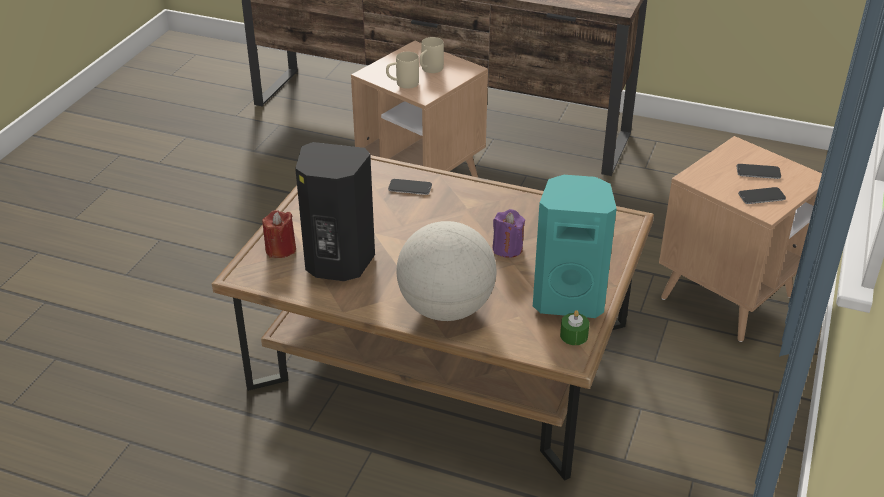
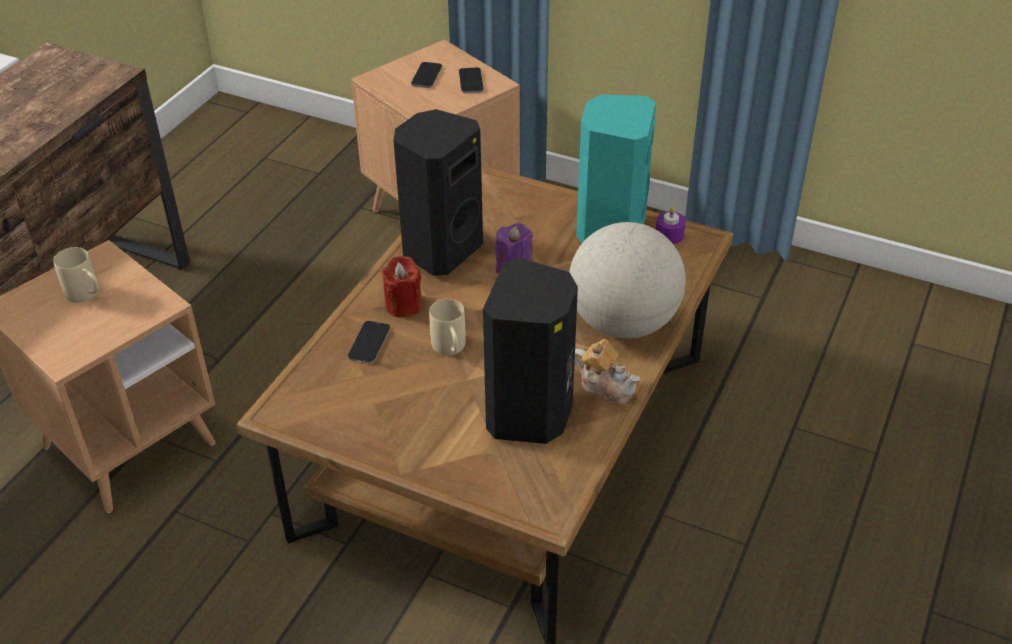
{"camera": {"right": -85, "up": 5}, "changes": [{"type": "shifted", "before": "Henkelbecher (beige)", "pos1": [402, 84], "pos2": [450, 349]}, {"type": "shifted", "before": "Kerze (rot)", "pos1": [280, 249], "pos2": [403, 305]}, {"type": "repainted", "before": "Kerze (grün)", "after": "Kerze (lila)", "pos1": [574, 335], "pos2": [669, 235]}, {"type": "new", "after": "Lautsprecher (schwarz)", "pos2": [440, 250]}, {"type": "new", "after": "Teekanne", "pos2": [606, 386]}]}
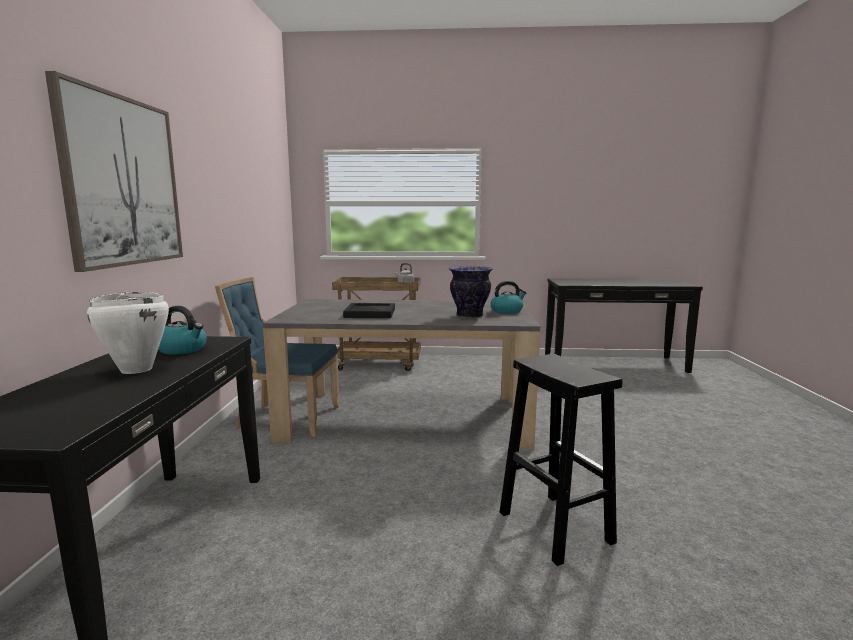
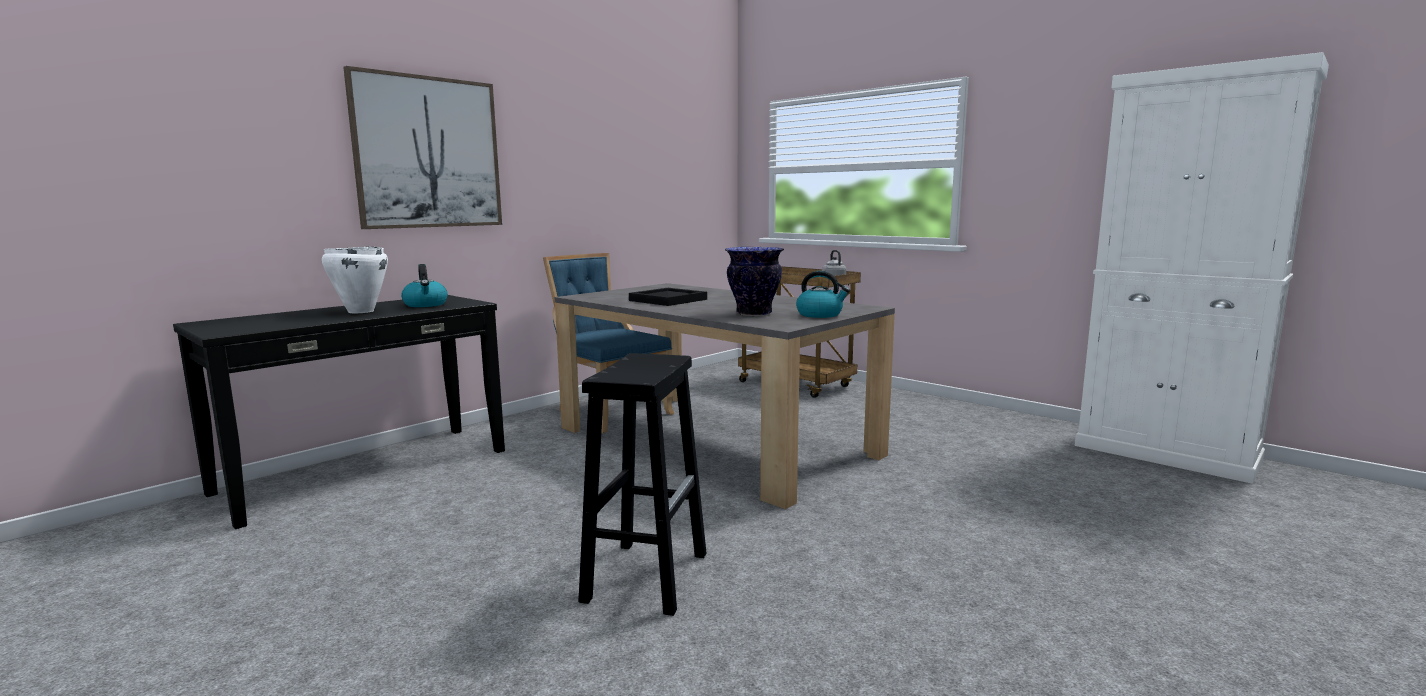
{"camera": {"right": 40, "up": 0}, "changes": [{"type": "swapped", "before": "Konsolentisch (schwarz)", "after": "Schrank (weiß)", "pos1": [613, 363], "pos2": [1166, 453]}]}
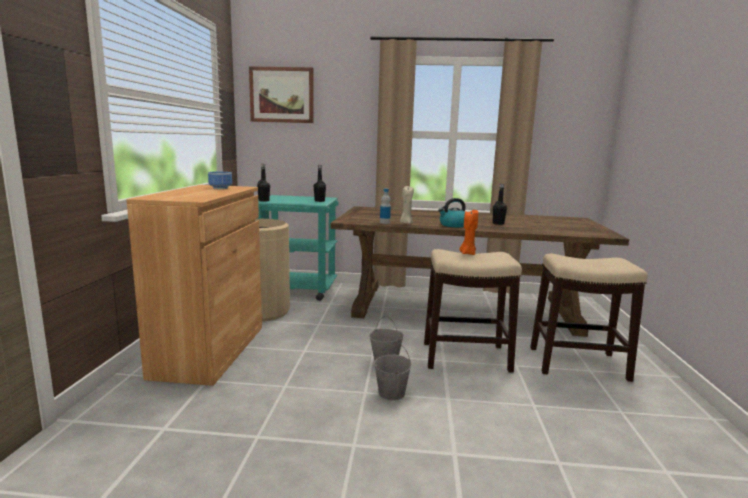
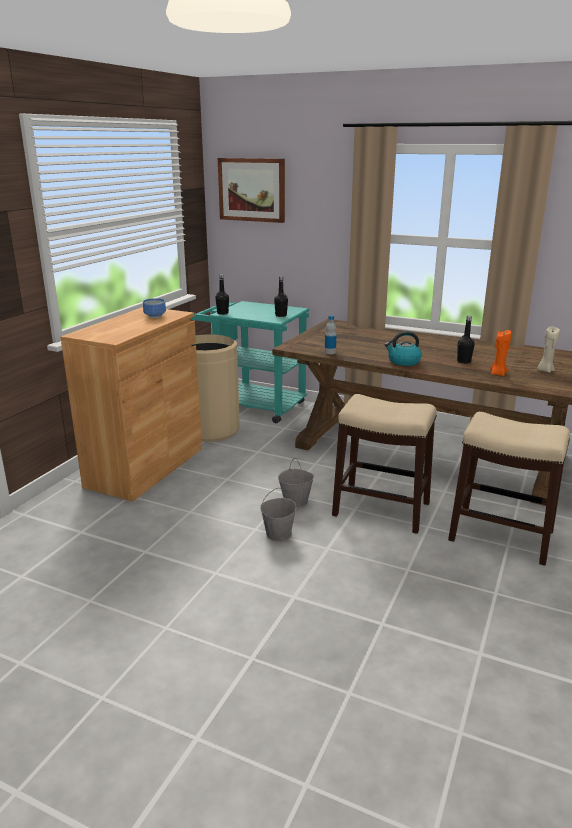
{"camera": {"right": 20, "up": 10}, "changes": [{"type": "shifted", "before": "Kerze (beige)", "pos1": [406, 223], "pos2": [545, 370]}, {"type": "shifted", "before": "Kerze (orange)", "pos1": [467, 253], "pos2": [498, 373]}]}
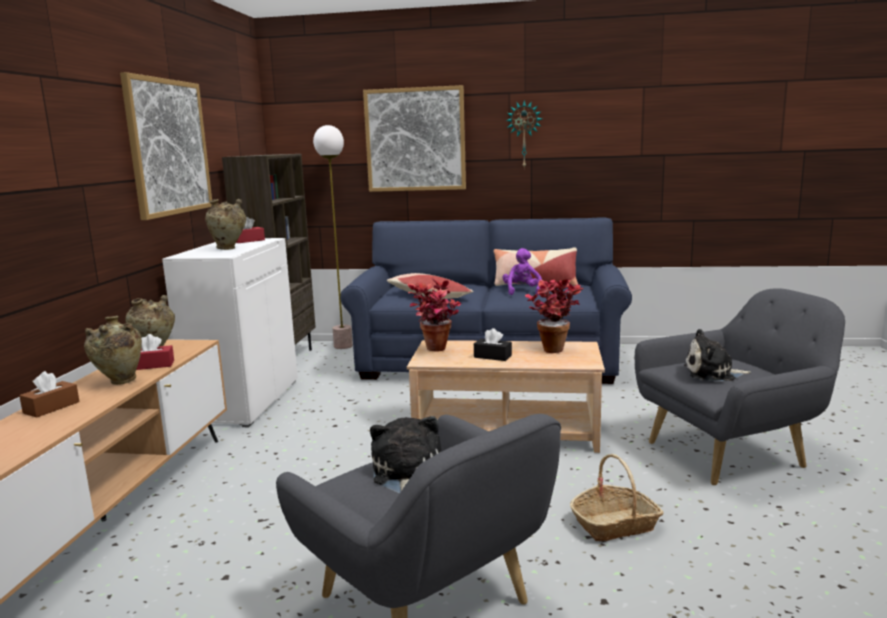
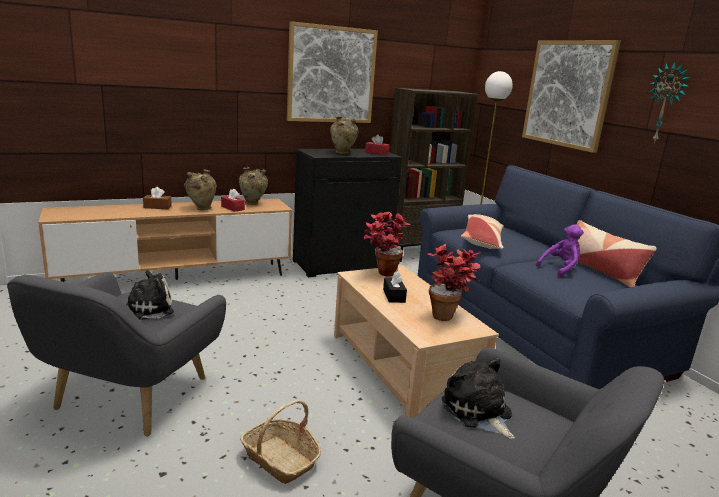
{"camera": {"right": 55, "up": 5}, "changes": [{"type": "repainted", "before": "Schrank (weiß)", "after": "Schrank (schwarz)", "pos1": [244, 401], "pos2": [342, 264]}]}
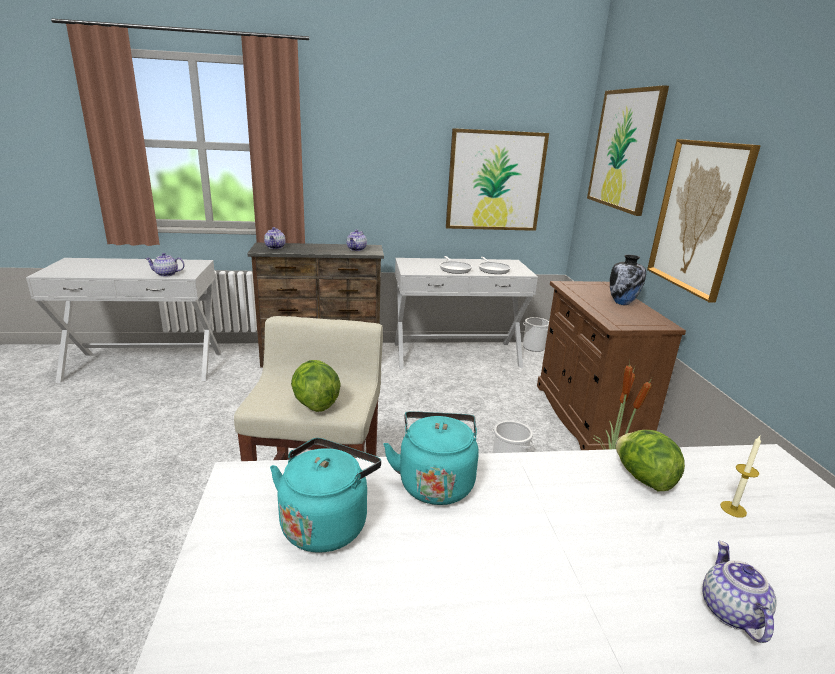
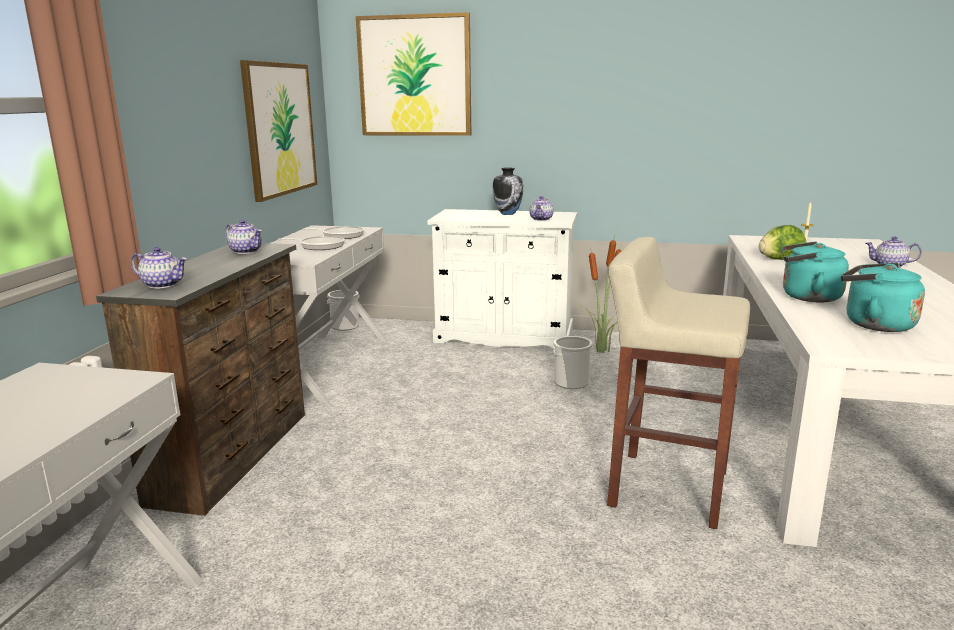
{"camera": {"right": -70, "up": -5}, "changes": [{"type": "gone", "before": "Bild", "pos1": [698, 217]}, {"type": "shifted", "before": "Teekanne", "pos1": [166, 274], "pos2": [541, 219]}, {"type": "repainted", "before": "Schrank (braun)", "after": "Schrank (weiß)", "pos1": [587, 417], "pos2": [504, 336]}, {"type": "gone", "before": "Salatkopf", "pos1": [314, 404]}]}
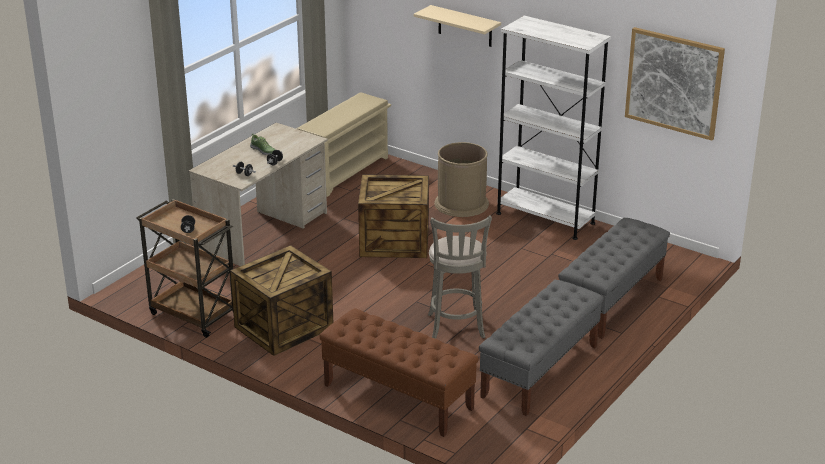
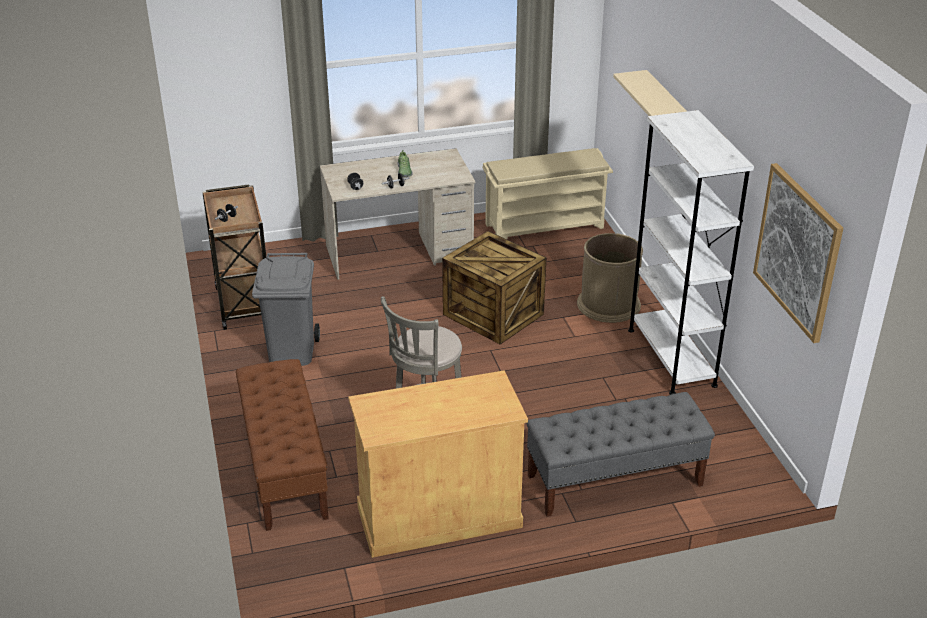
{"camera": {"right": 40, "up": 5}, "changes": [{"type": "swapped", "before": "Kiste", "after": "Mülleimer (grau)", "pos1": [284, 328], "pos2": [290, 352]}, {"type": "swapped", "before": "Bank (grau)", "after": "Schrank (beige)", "pos1": [540, 371], "pos2": [439, 516]}]}
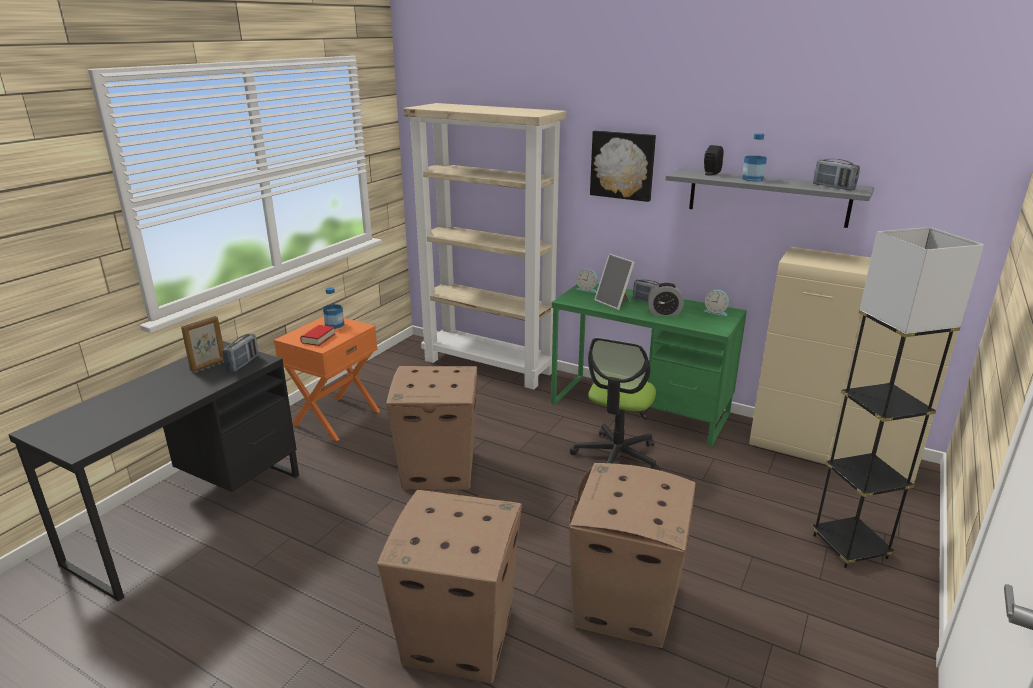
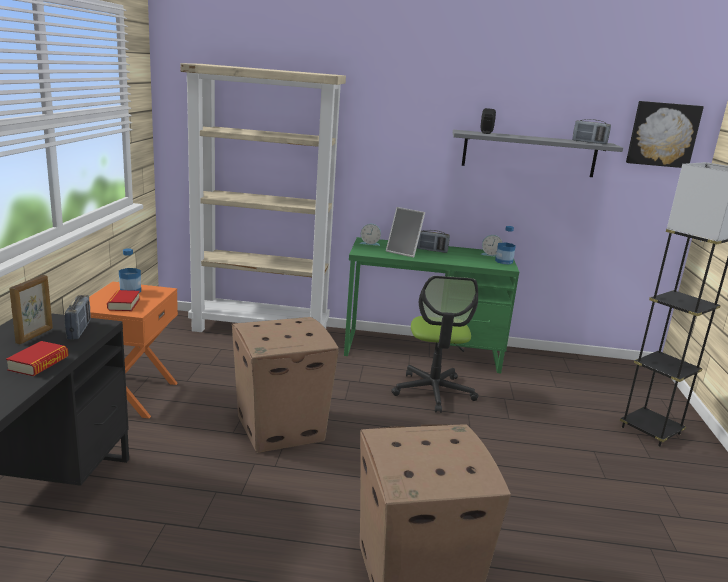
{"camera": {"right": -25, "up": -5}, "changes": [{"type": "shifted", "before": "Bild", "pos1": [623, 165], "pos2": [662, 134]}, {"type": "shifted", "before": "Flasche", "pos1": [752, 179], "pos2": [503, 261]}, {"type": "gone", "before": "Schrank (beige)", "pos1": [831, 454]}, {"type": "gone", "before": "Wecker", "pos1": [664, 313]}, {"type": "gone", "before": "Karton", "pos1": [625, 606]}, {"type": "new", "after": "Buch", "pos2": [38, 363]}]}
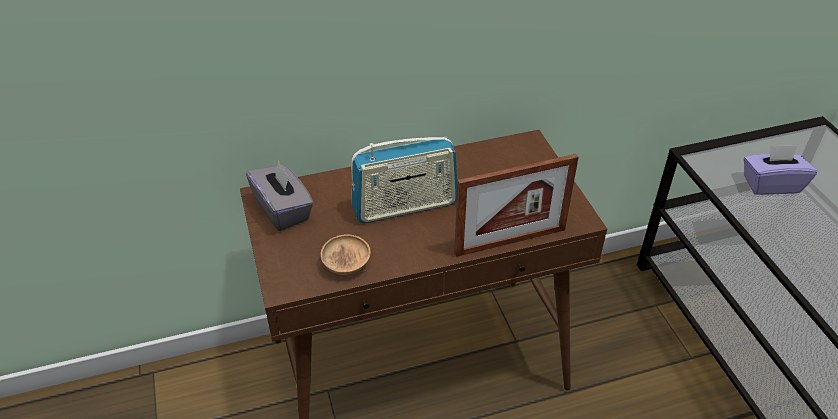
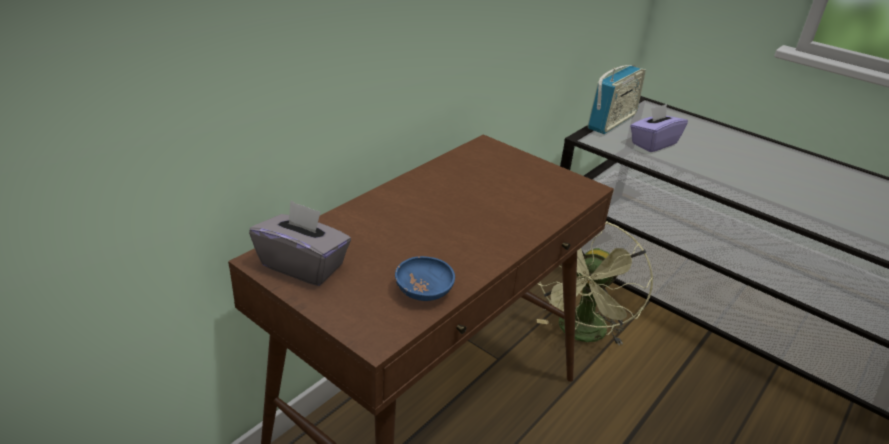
{"camera": {"right": -35, "up": -10}, "changes": [{"type": "shifted", "before": "Radio", "pos1": [405, 206], "pos2": [612, 122]}, {"type": "gone", "before": "Bilderrahmen", "pos1": [510, 241]}, {"type": "repainted", "before": "Schüssel (braun)", "after": "Schüssel (blau)", "pos1": [346, 264], "pos2": [424, 291]}, {"type": "new", "after": "Ventilator (grün)", "pos2": [581, 334]}]}
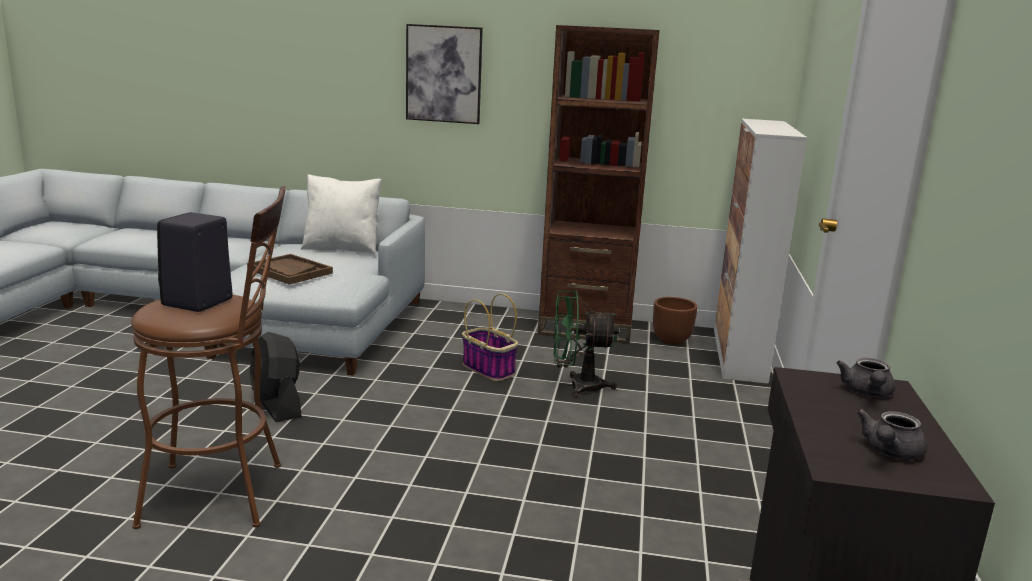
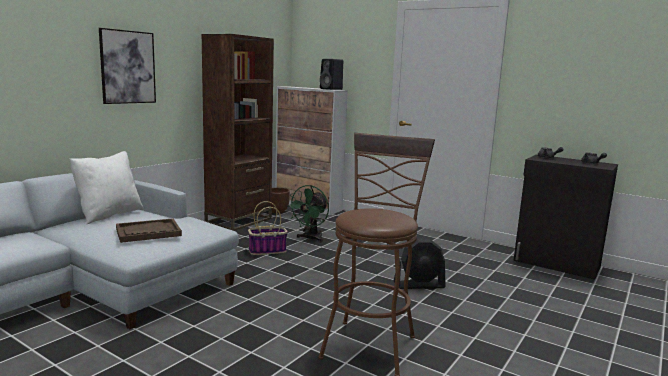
{"camera": {"right": -65, "up": -5}, "changes": [{"type": "shifted", "before": "Lautsprecher (schwarz)", "pos1": [196, 303], "pos2": [331, 89]}, {"type": "shifted", "before": "Ventilator (schwarz)", "pos1": [277, 405], "pos2": [419, 285]}]}
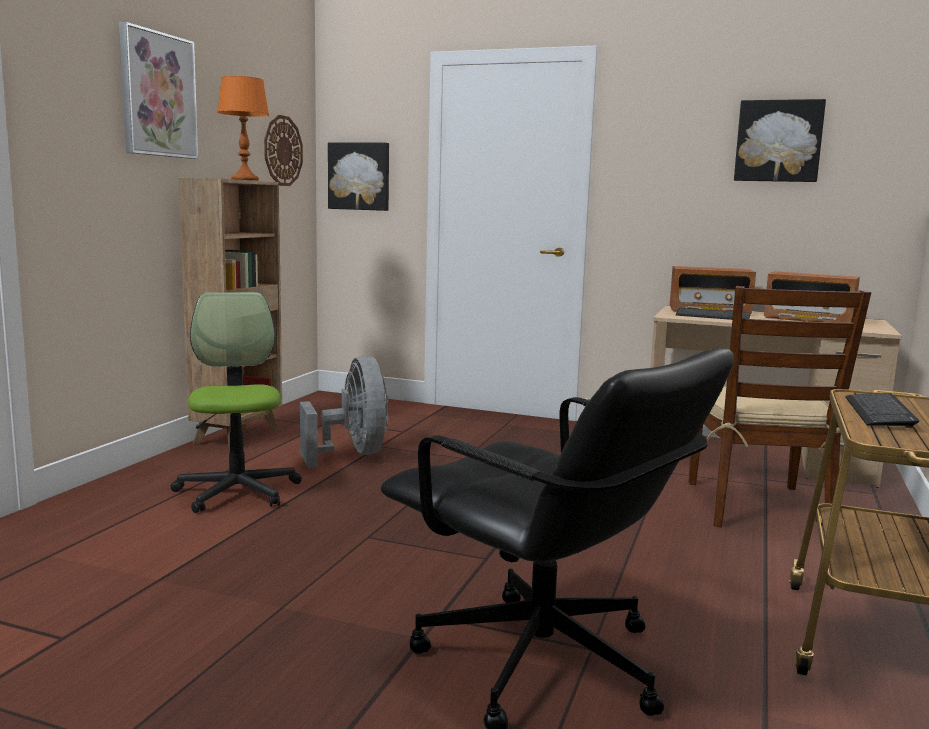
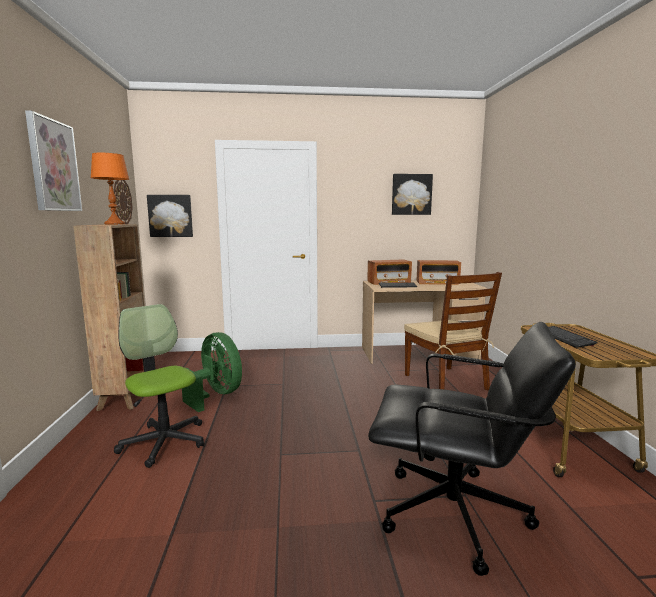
{"camera": {"right": -25, "up": 0}, "changes": [{"type": "repainted", "before": "Ventilator (grau)", "after": "Ventilator (grün)", "pos1": [353, 454], "pos2": [216, 395]}]}
